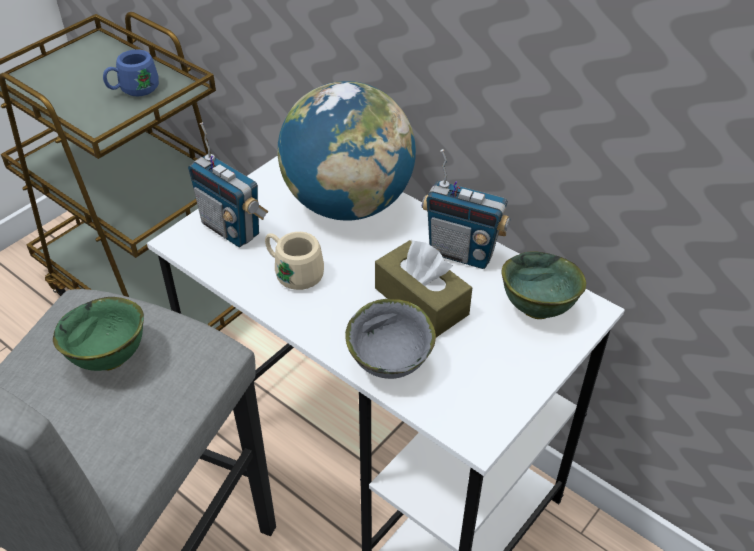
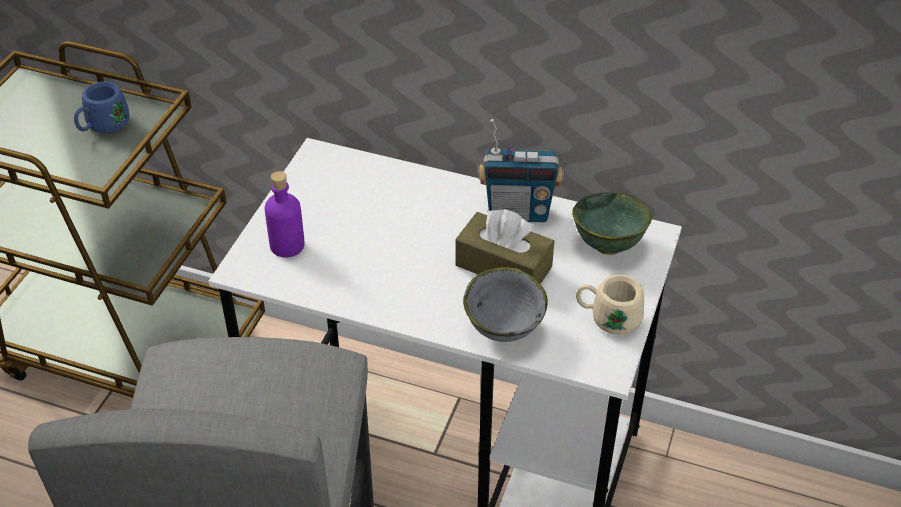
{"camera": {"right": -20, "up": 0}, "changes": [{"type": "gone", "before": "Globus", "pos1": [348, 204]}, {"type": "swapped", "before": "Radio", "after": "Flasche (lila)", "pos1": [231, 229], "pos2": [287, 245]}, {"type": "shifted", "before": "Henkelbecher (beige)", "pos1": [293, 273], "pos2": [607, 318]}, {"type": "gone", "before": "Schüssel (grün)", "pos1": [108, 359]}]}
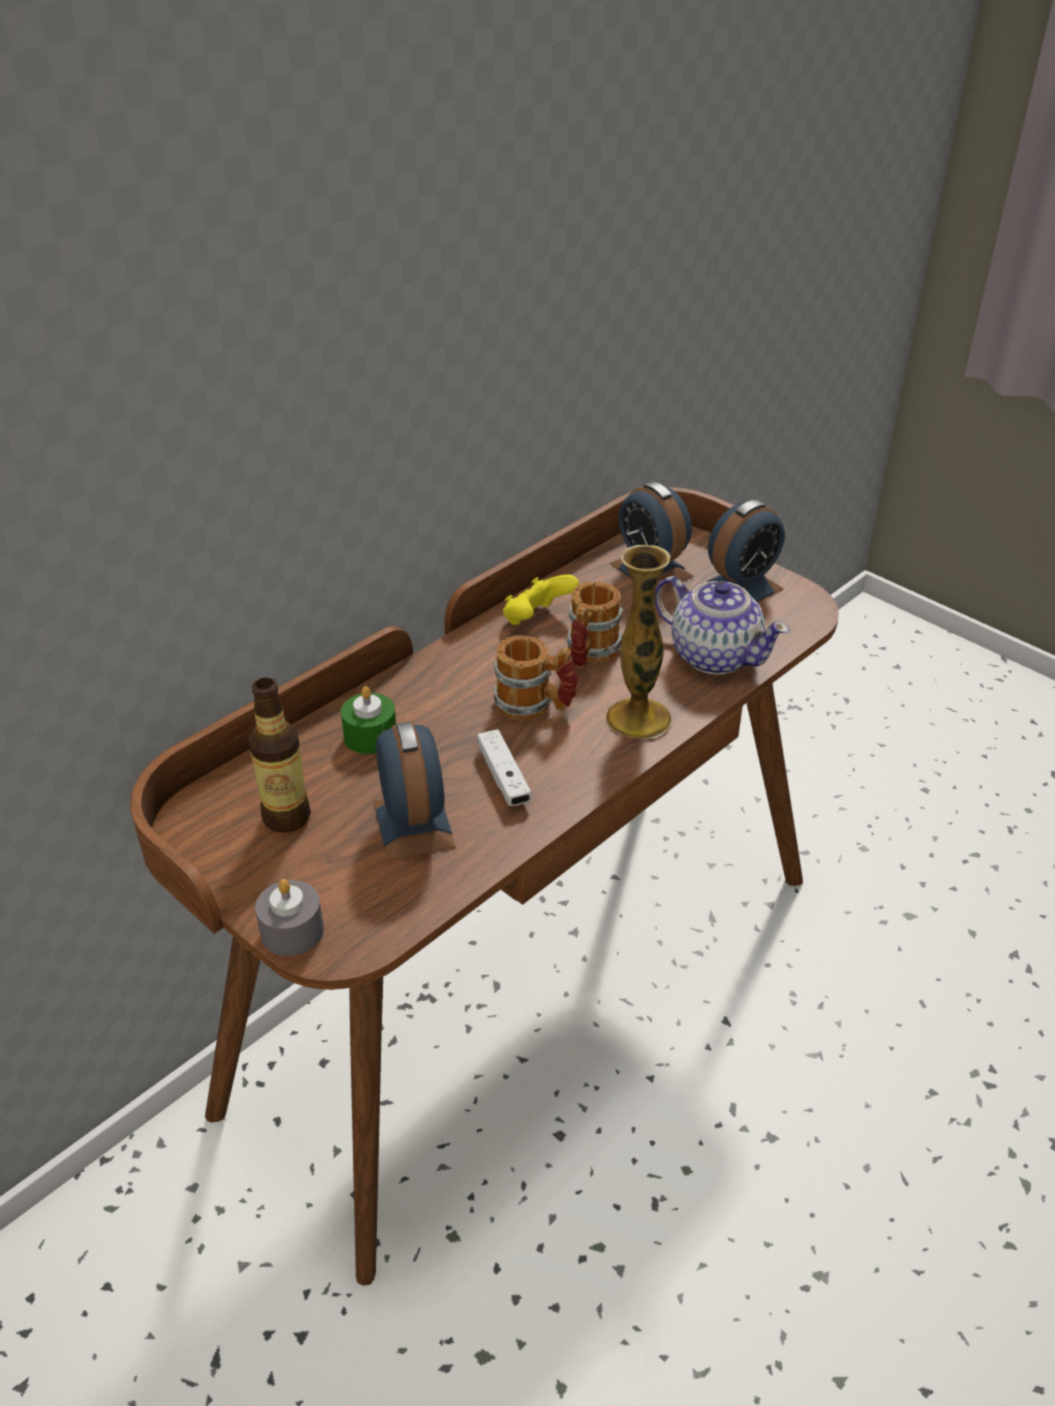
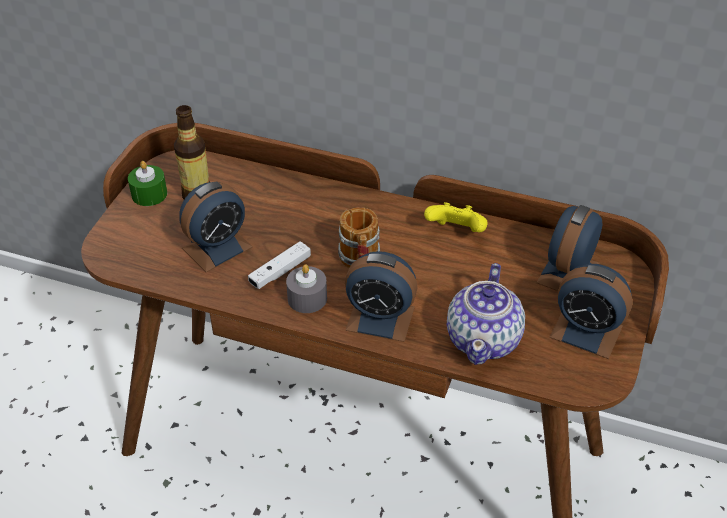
{"camera": {"right": 65, "up": 5}, "changes": [{"type": "swapped", "before": "Vase", "after": "Wecker", "pos1": [638, 718], "pos2": [380, 318]}, {"type": "gone", "before": "Henkelbecher", "pos1": [589, 654]}, {"type": "shifted", "before": "Kerze (grün)", "pos1": [370, 736], "pos2": [149, 194]}, {"type": "shifted", "before": "Kerze (grau)", "pos1": [292, 931], "pos2": [307, 298]}]}
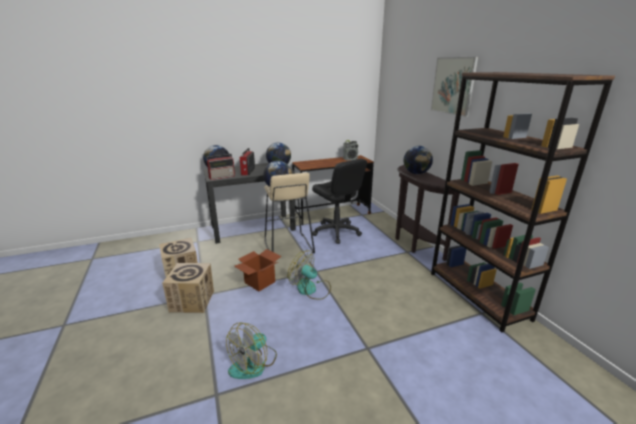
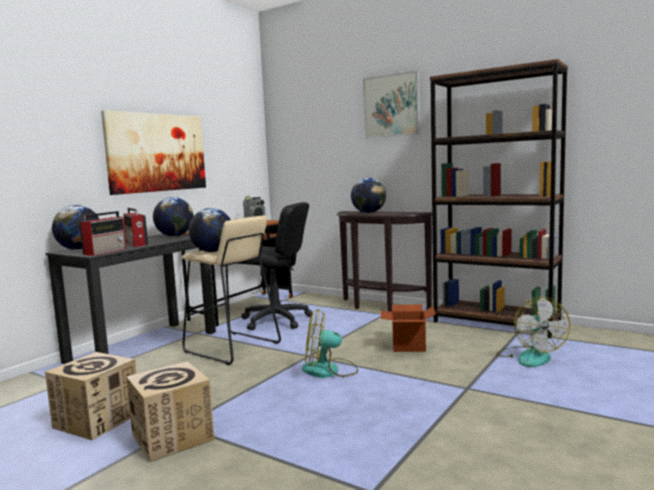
{"camera": {"right": -35, "up": -15}, "changes": [{"type": "shifted", "before": "Karton", "pos1": [260, 282], "pos2": [409, 346]}, {"type": "shifted", "before": "Ventilator", "pos1": [254, 363], "pos2": [530, 356]}, {"type": "new", "after": "Bild", "pos2": [157, 152]}]}
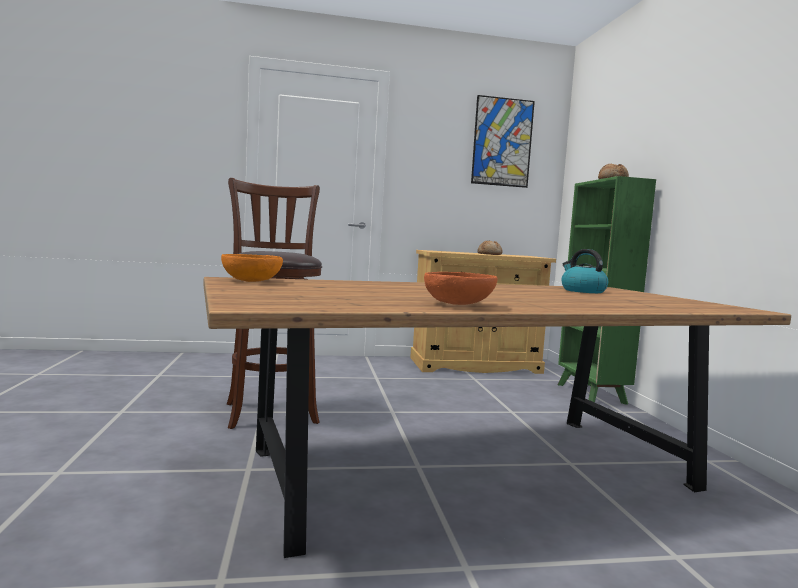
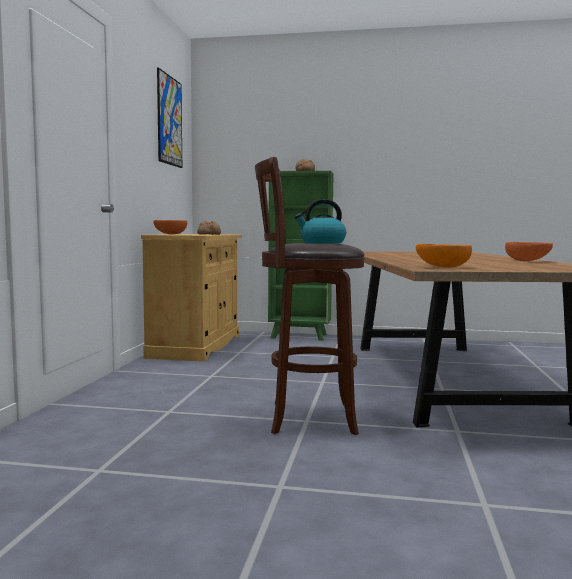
{"camera": {"right": -70, "up": 0}, "changes": [{"type": "shifted", "before": "Wasserkessel", "pos1": [582, 291], "pos2": [322, 243]}, {"type": "new", "after": "Schüssel (orange)", "pos2": [170, 234]}]}
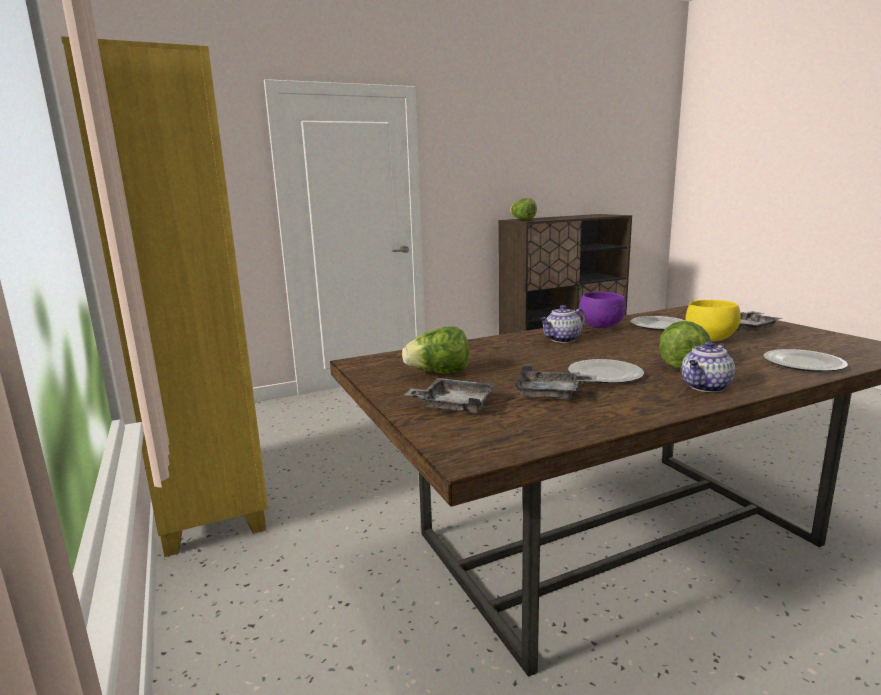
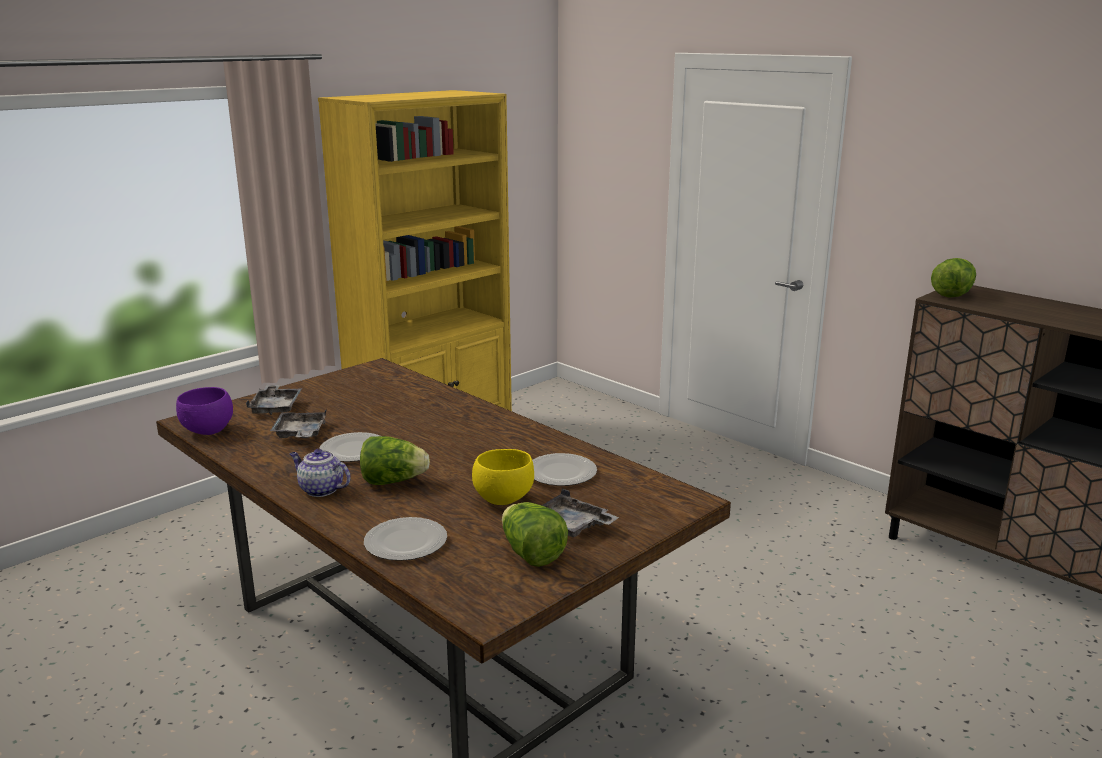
{"camera": {"right": 70, "up": 5}, "changes": [{"type": "shifted", "before": "Schüssel (lila)", "pos1": [602, 327], "pos2": [208, 431]}, {"type": "gone", "before": "Teekanne", "pos1": [562, 340]}, {"type": "shifted", "before": "Salatkopf", "pos1": [439, 373], "pos2": [531, 554]}]}
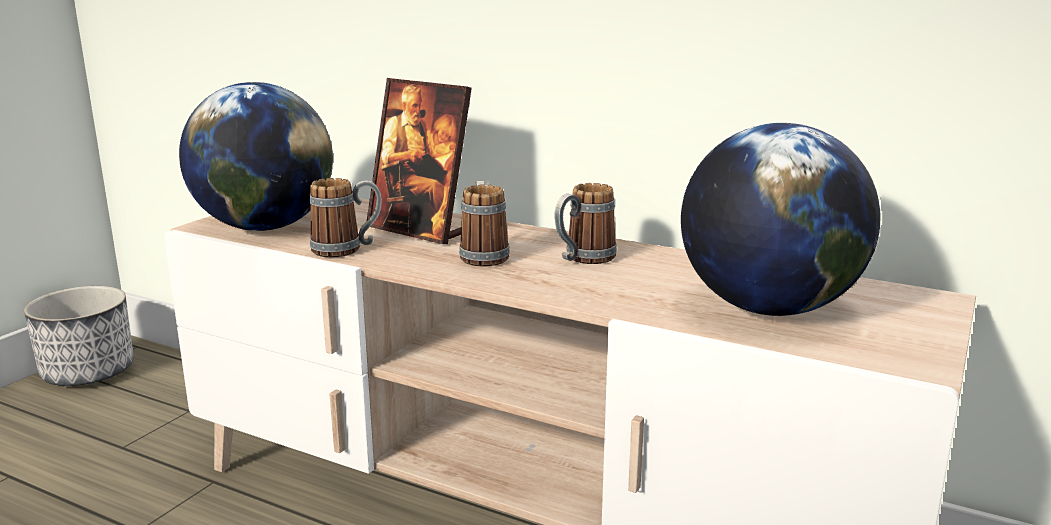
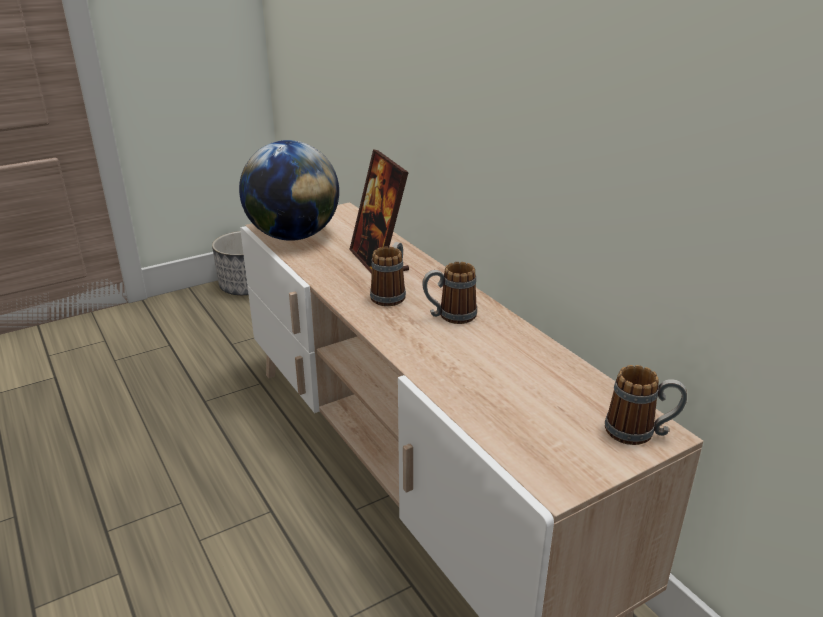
{"camera": {"right": 30, "up": 10}, "changes": [{"type": "gone", "before": "Globus", "pos1": [768, 308]}, {"type": "shifted", "before": "Henkelbecher", "pos1": [347, 249], "pos2": [640, 433]}]}
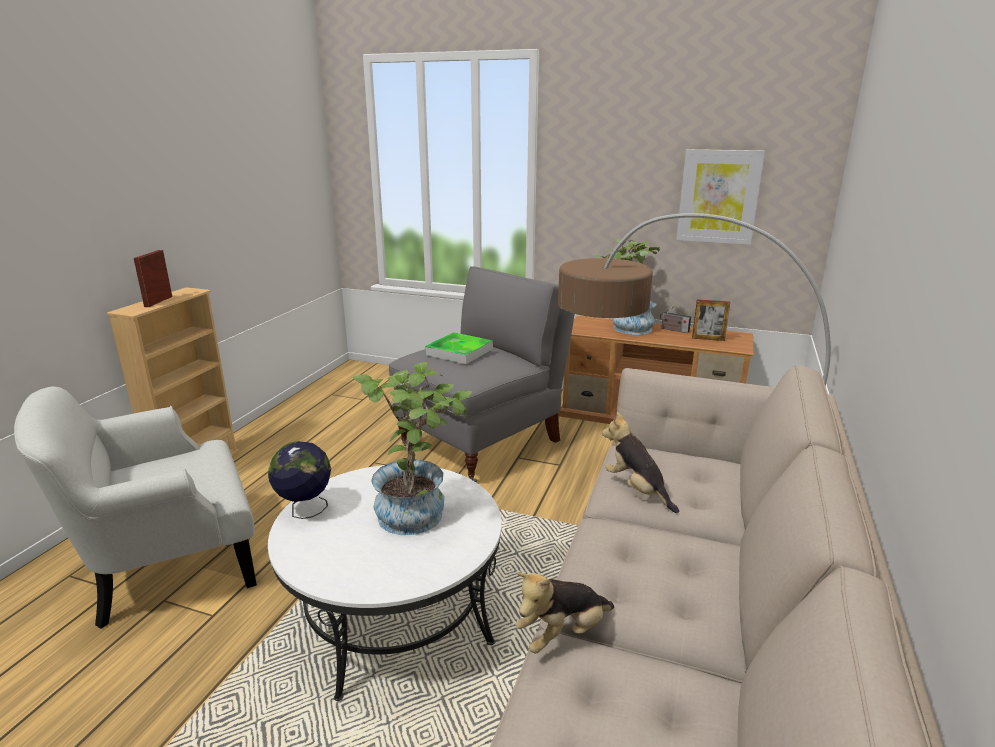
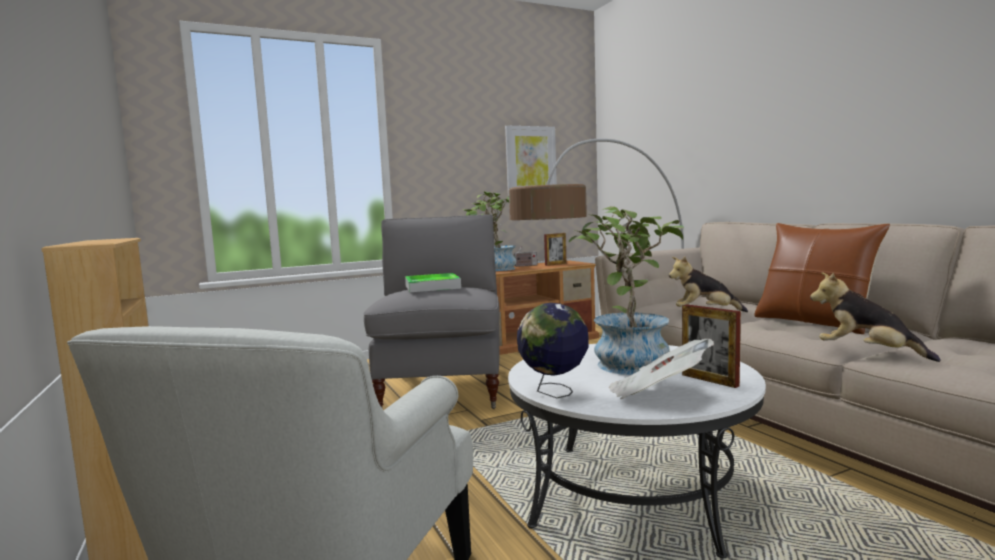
{"camera": {"right": -45, "up": -15}, "changes": [{"type": "shifted", "before": "Bilderrahmen", "pos1": [158, 301], "pos2": [709, 380]}, {"type": "rotated", "before": "Plüschtier", "pos1": [563, 634], "pos2": [867, 353], "turn": 120}, {"type": "new", "after": "Kissen (braun)", "pos2": [814, 323]}, {"type": "new", "after": "Zeitung", "pos2": [657, 395]}]}
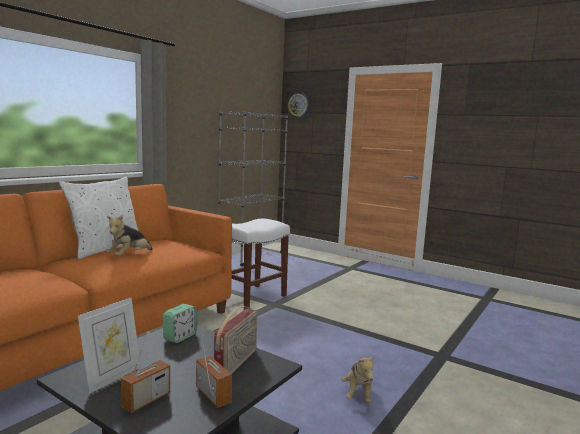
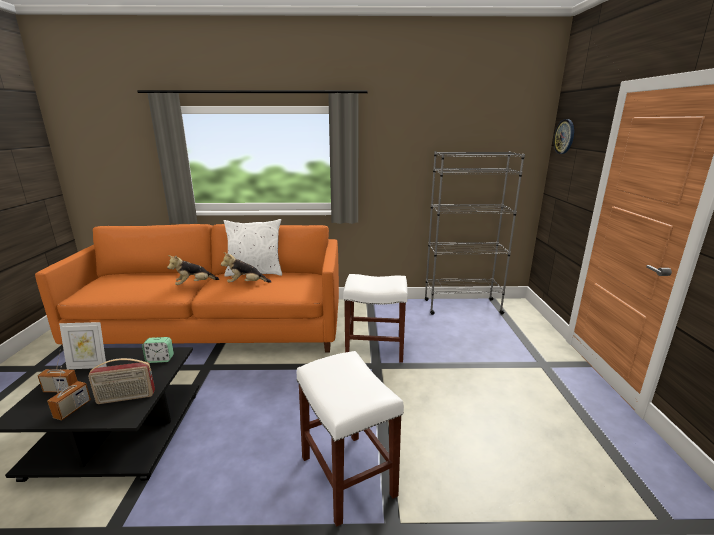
{"camera": {"right": 55, "up": 10}, "changes": [{"type": "shifted", "before": "Plüschtier", "pos1": [358, 394], "pos2": [194, 284]}, {"type": "new", "after": "Hocker (weiß)", "pos2": [346, 475]}]}
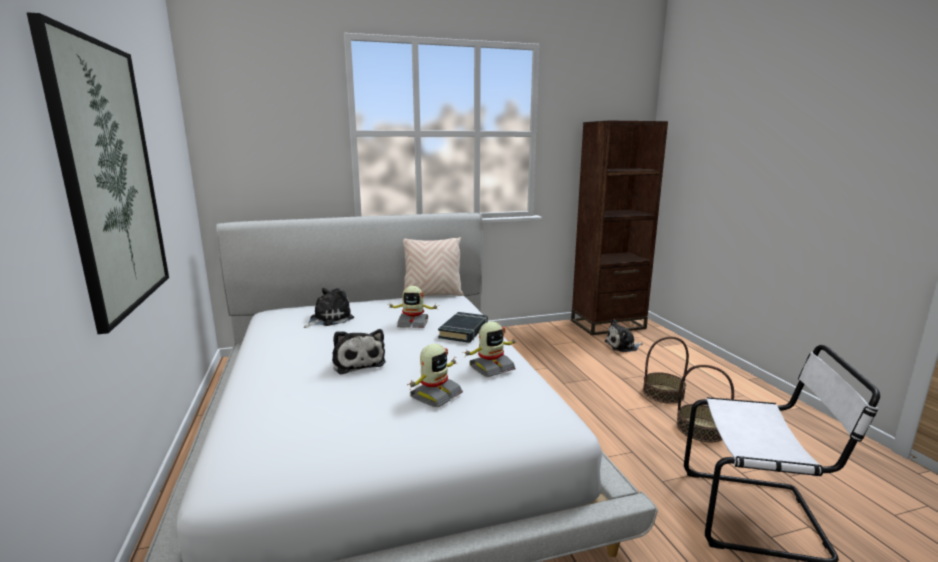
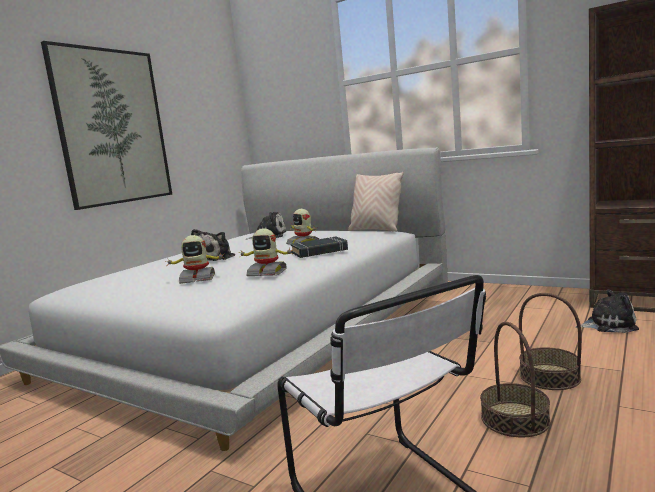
{"camera": {"right": 50, "up": -5}, "changes": [{"type": "rotated", "before": "Plüschtier", "pos1": [623, 346], "pos2": [608, 325], "turn": 150}]}
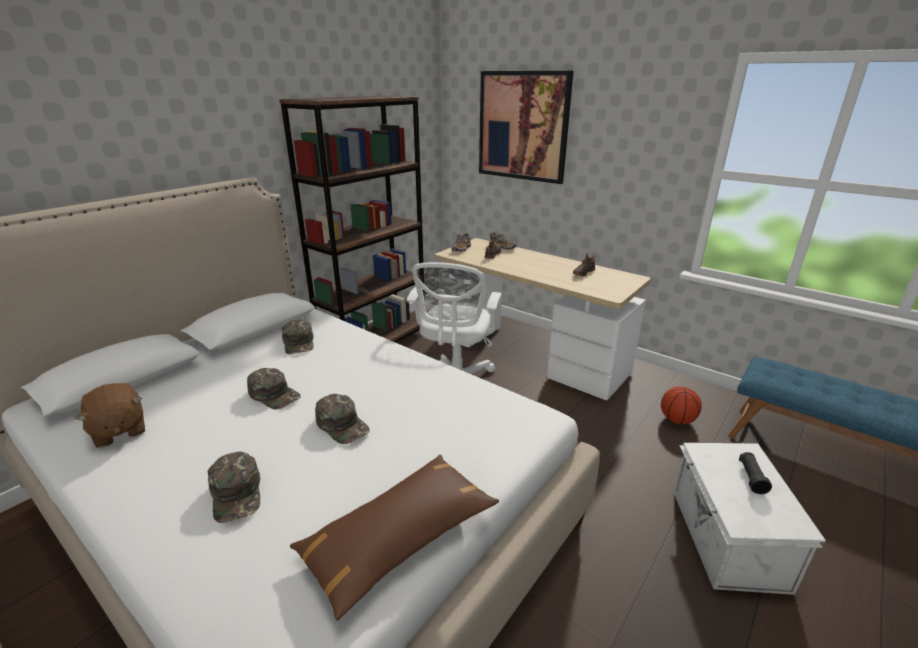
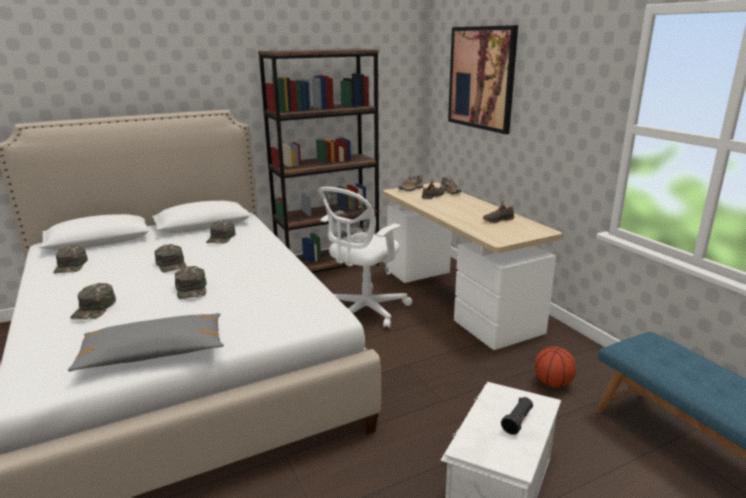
{"camera": {"right": 25, "up": -5}, "changes": [{"type": "swapped", "before": "Plüschtier (braun)", "after": "Kappe (grün)", "pos1": [119, 431], "pos2": [71, 265]}, {"type": "repainted", "before": "Kissen (braun)", "after": "Kissen (grau)", "pos1": [399, 538], "pos2": [154, 353]}]}
